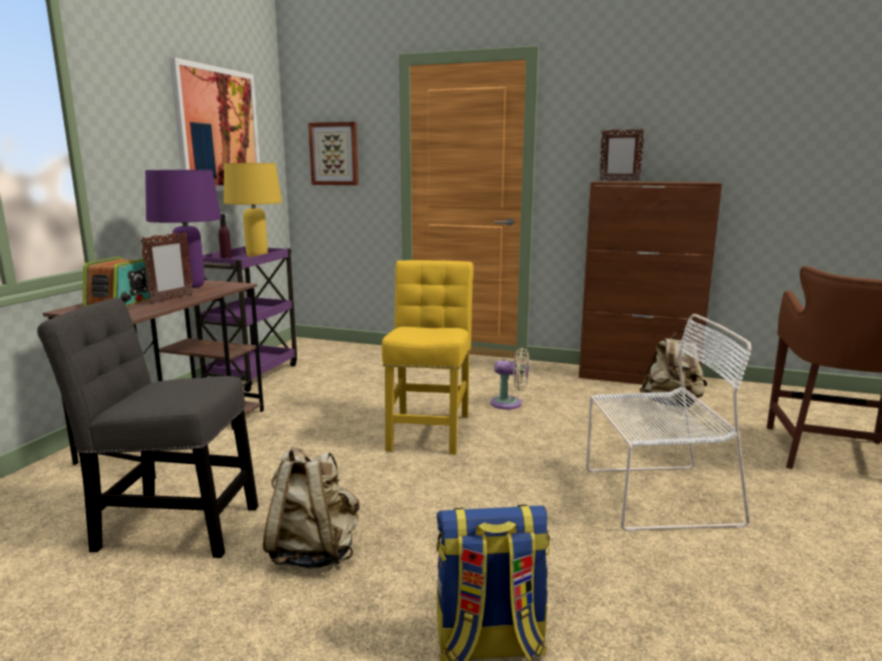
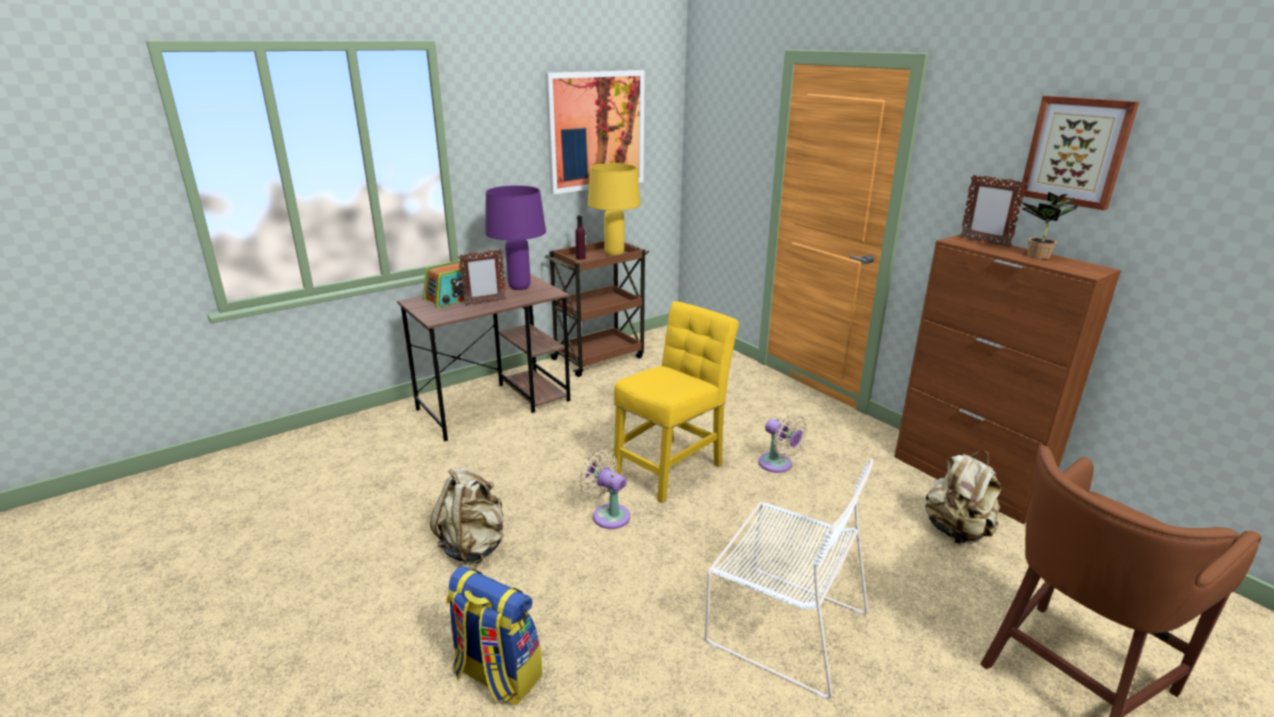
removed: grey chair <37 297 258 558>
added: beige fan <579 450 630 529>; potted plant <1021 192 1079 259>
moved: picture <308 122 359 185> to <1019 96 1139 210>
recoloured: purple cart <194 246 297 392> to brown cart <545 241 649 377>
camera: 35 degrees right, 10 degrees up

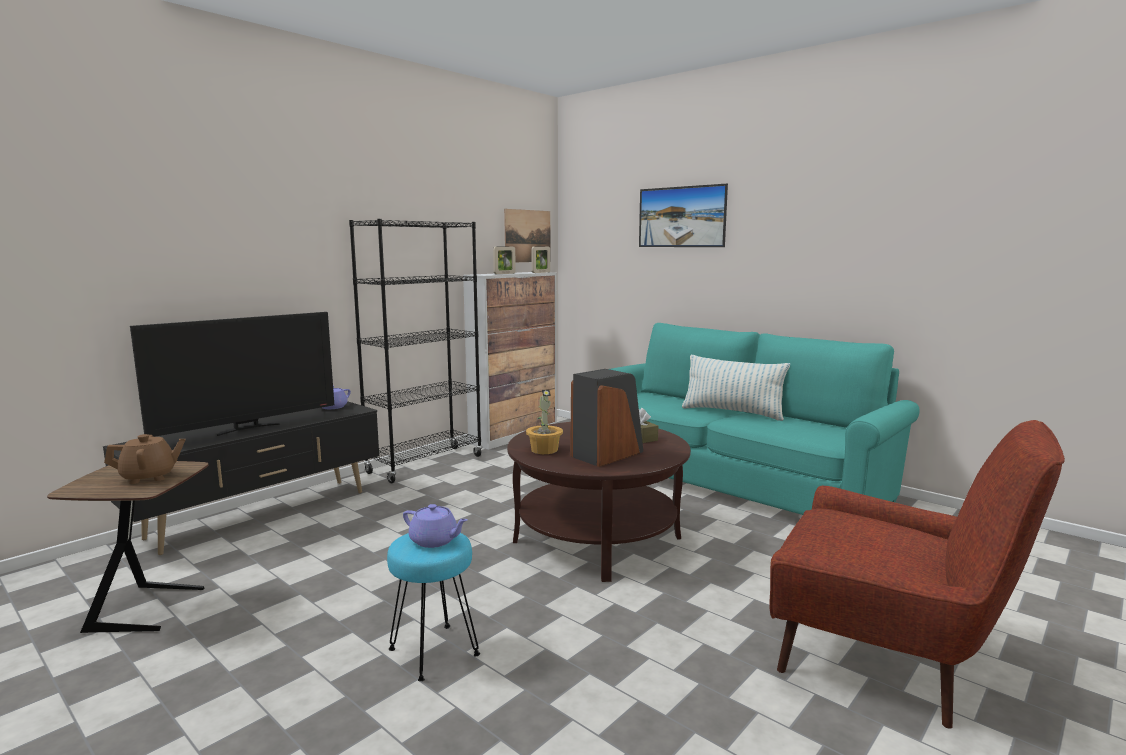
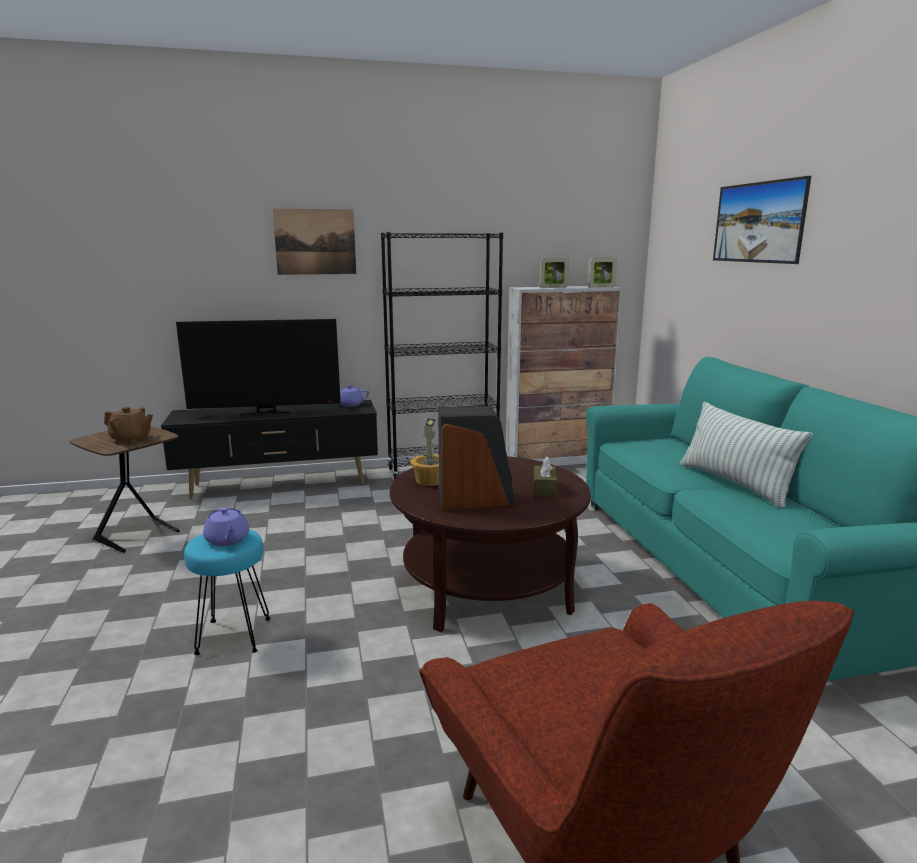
moved: picture <504 209 551 262> to <273 209 356 275>
camera: 35 degrees right, 5 degrees up

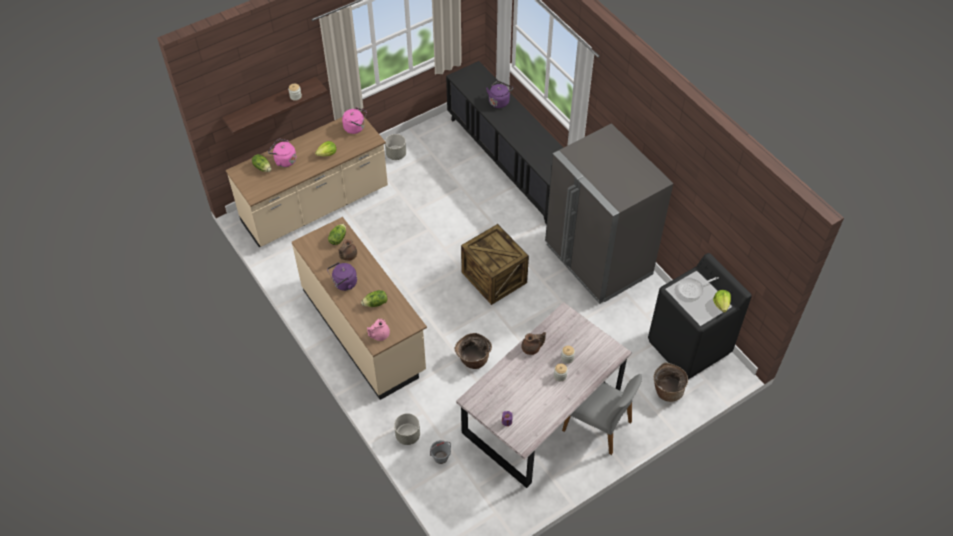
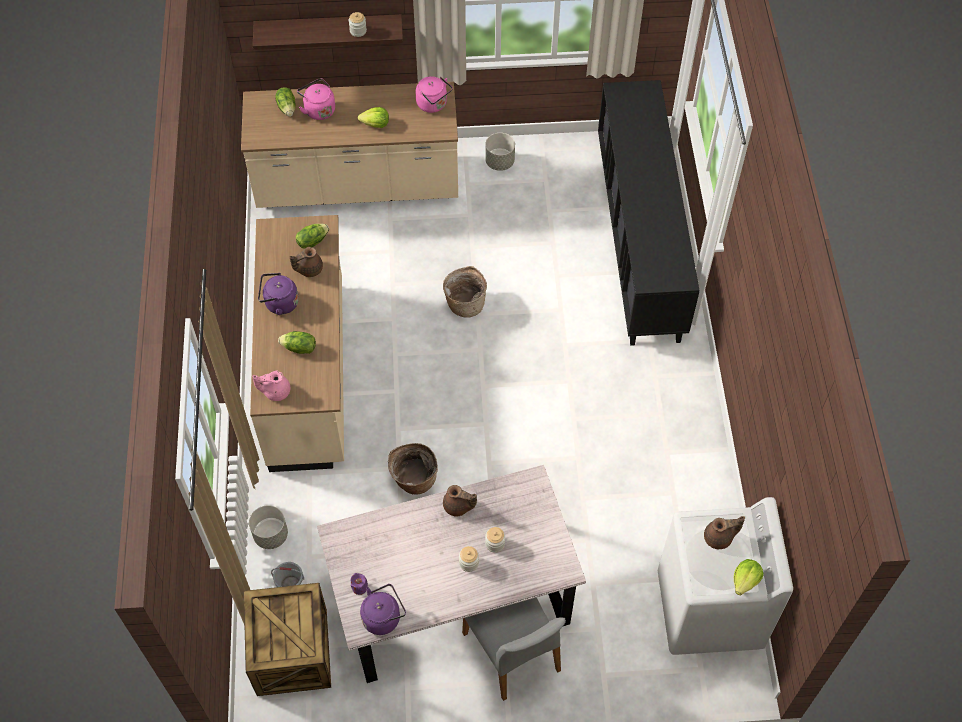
removed: grey fridge <545 123 673 304>
moved: crate <461 224 529 305> to <244 583 331 696>; purple kettle <486 80 513 108> to <360 584 406 635>; basket <654 362 688 402> to <443 266 487 318>
replaced: frying pan <677 277 719 299> to brown teapot <704 516 745 549>
recoloured: black washing machine <648 253 752 380> to white washing machine <658 497 793 655>
camera: 30 degrees right, 5 degrees up

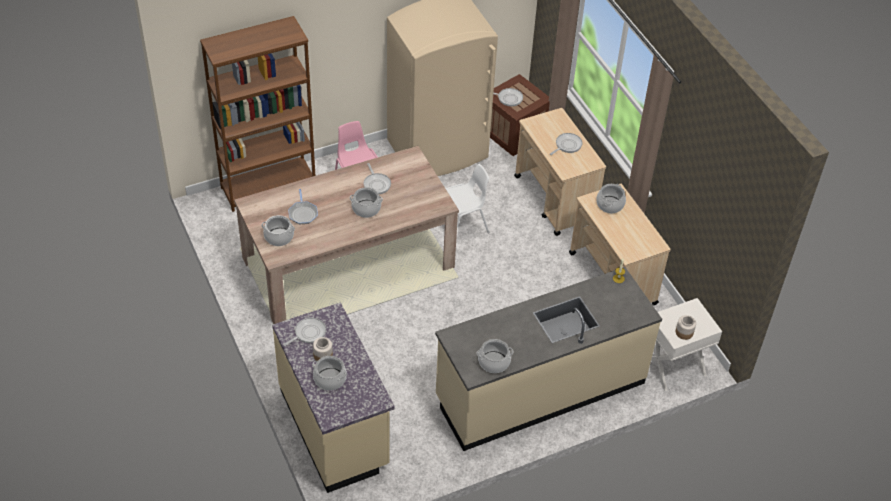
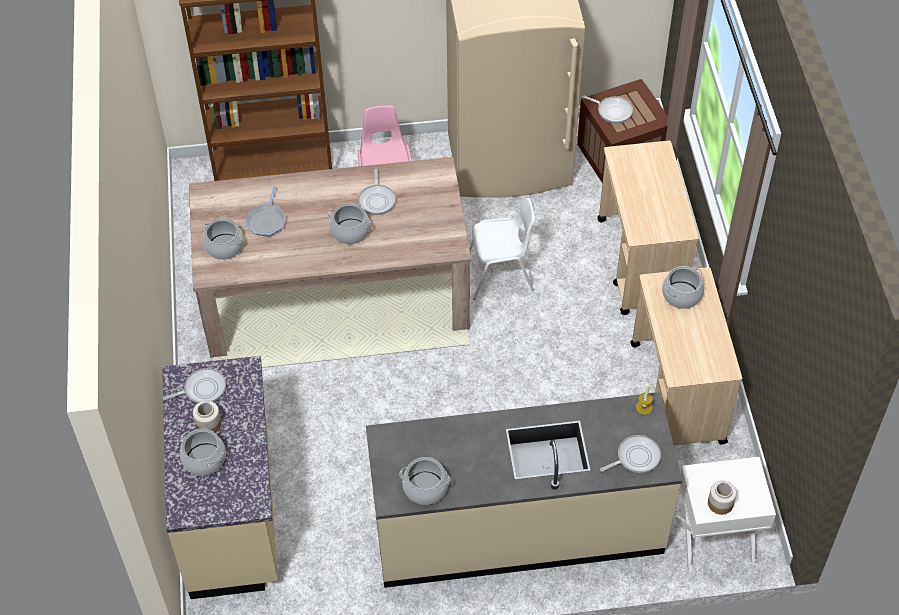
moved: frying pan <550 133 582 155> to <600 435 661 473>
camera: 20 degrees right, 5 degrees up

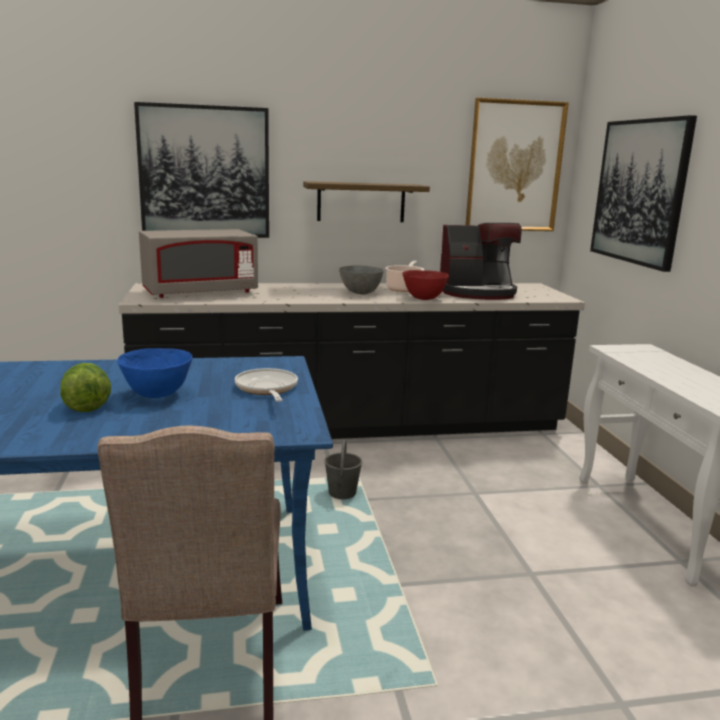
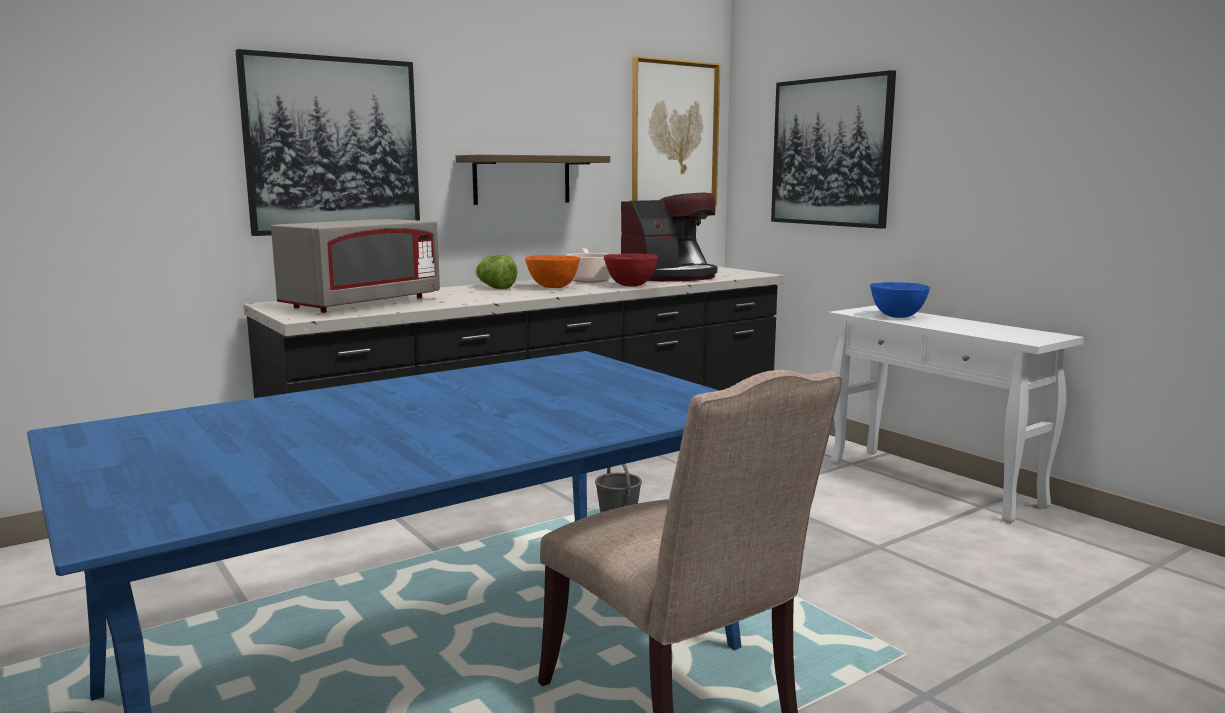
removed: frying pan <235 368 298 402>
moved: lettuce <60 363 111 412> to <475 255 517 289>; blue bowl <117 348 192 398> to <870 282 930 318>
recoloured: grey bowl <339 265 384 294> to orange bowl <525 255 580 288>
camera: 25 degrees left, 5 degrees down

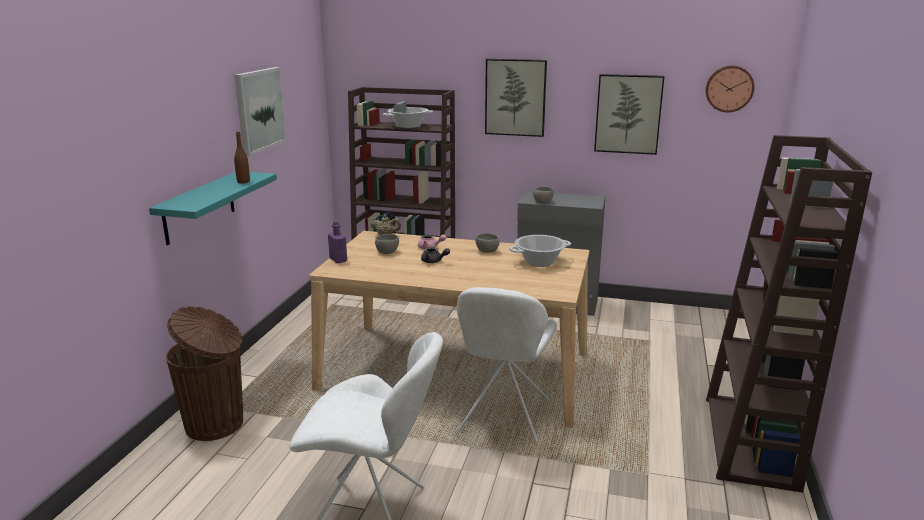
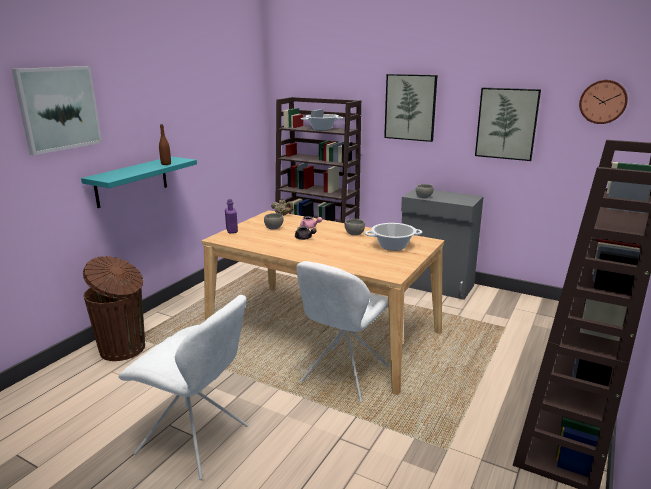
moved: picture <234 67 287 156> to <12 66 102 155>
camera: 15 degrees right, 0 degrees up

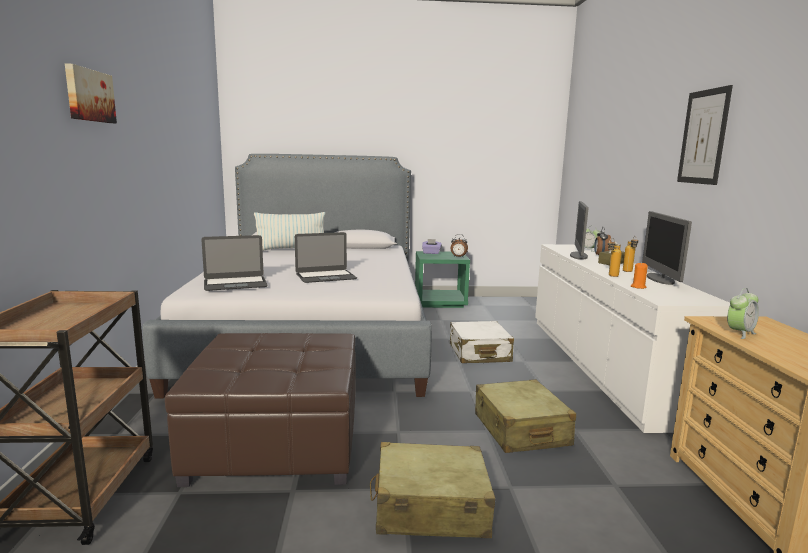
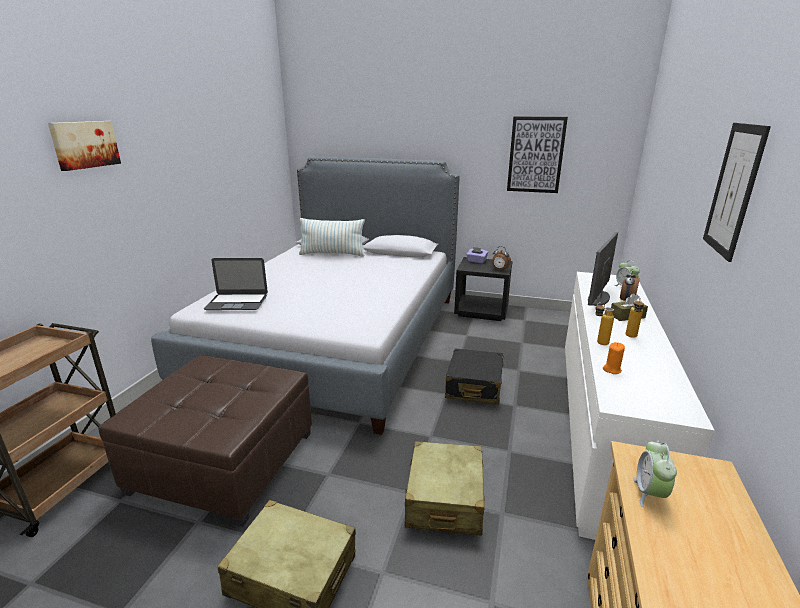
removed: laptop <295 232 357 283>; monitor <642 211 692 285>
added: picture <507 116 568 193>
recoloured: green nightstand <415 251 470 308> to black nightstand <454 257 513 321>; white suitcase <450 321 514 363> to black suitcase <445 348 504 405>
turned: alarm clock <727 288 759 339> = <633 440 677 507> 120 degrees clockwise
camera: 20 degrees right, 10 degrees up

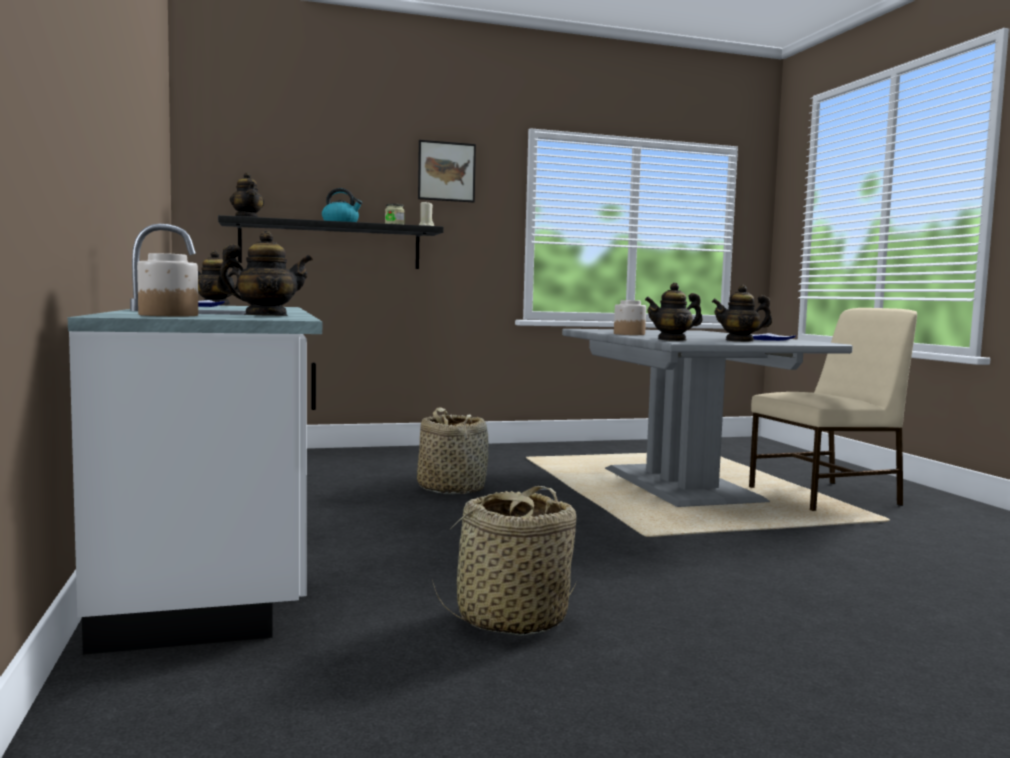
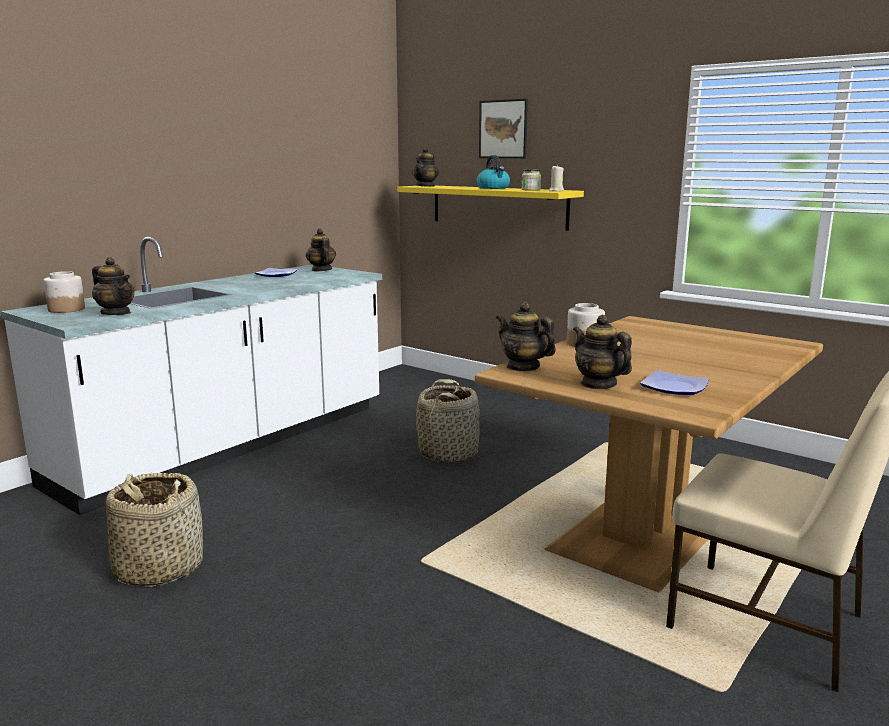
moved: picture <418 140 476 202> to <479 99 528 158>
recoloured: black shelf <218 215 444 269> to yellow shelf <397 186 584 231>; grey dining table <562 329 853 507> to brown dining table <475 316 823 592>
camera: 55 degrees right, 10 degrees up

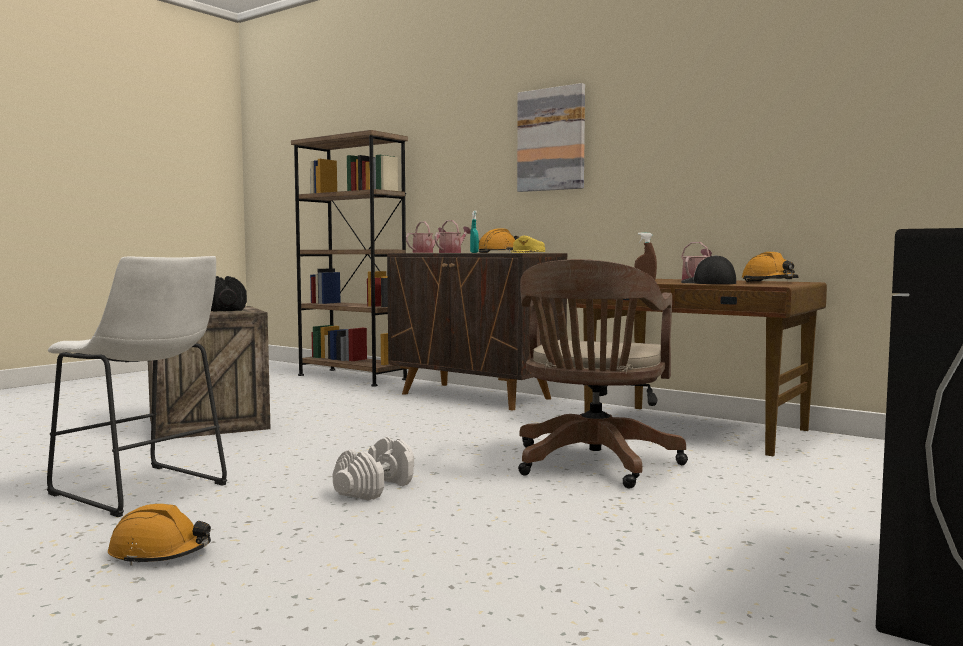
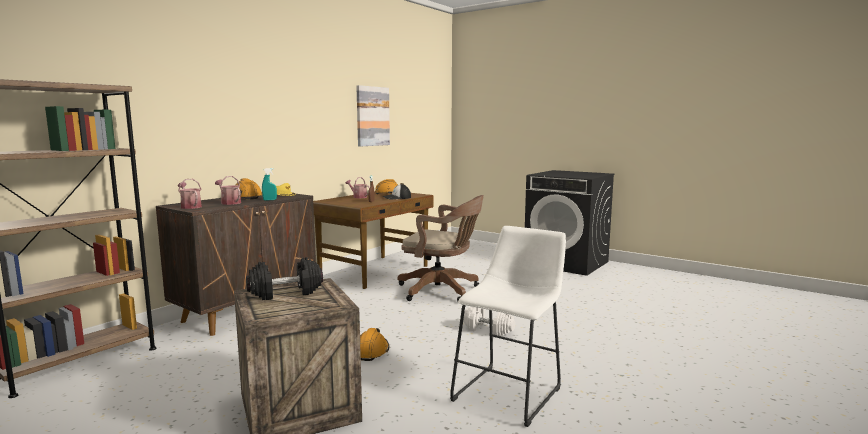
moved: orange hard hat <108 504 211 565> to <360 328 389 361>; picture <517 83 585 192> to <356 85 390 147>
camera: 90 degrees left, 5 degrees up

